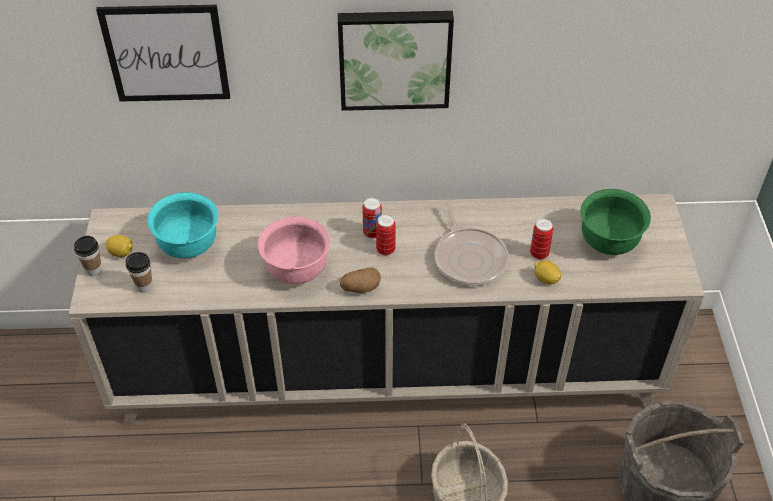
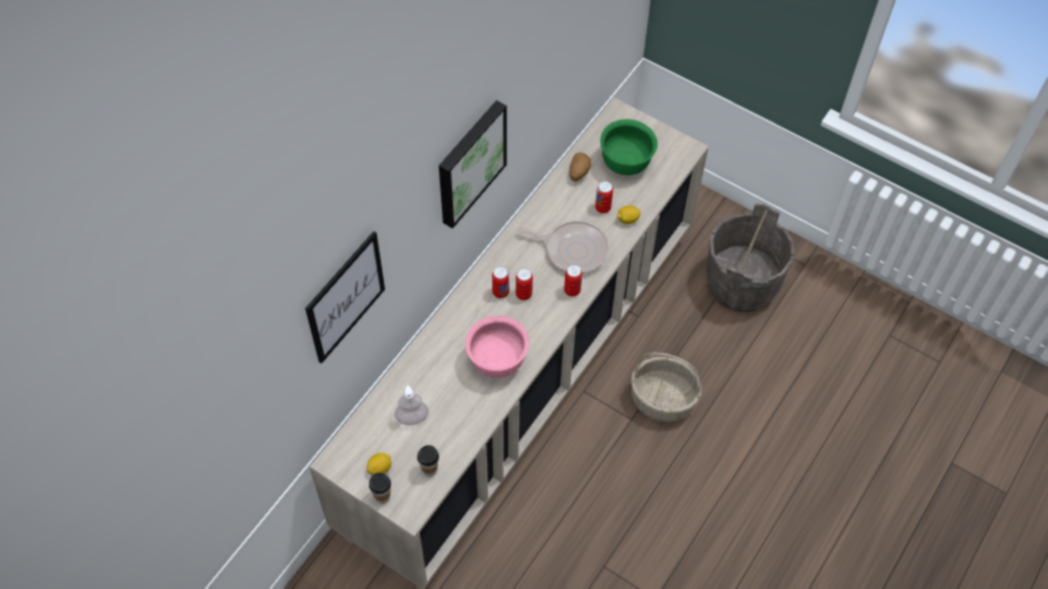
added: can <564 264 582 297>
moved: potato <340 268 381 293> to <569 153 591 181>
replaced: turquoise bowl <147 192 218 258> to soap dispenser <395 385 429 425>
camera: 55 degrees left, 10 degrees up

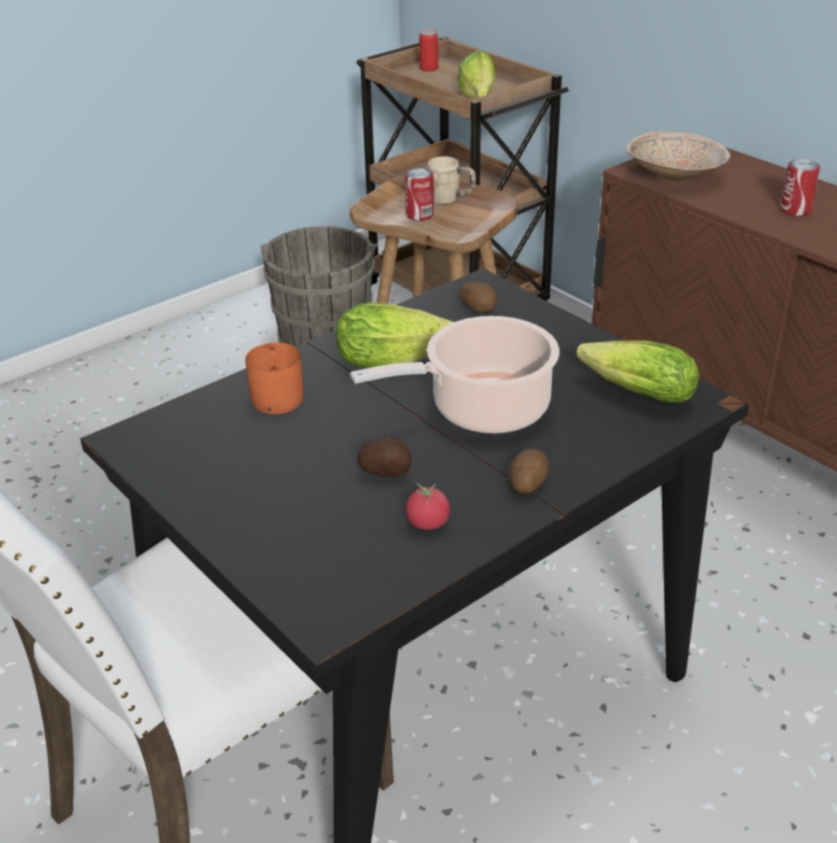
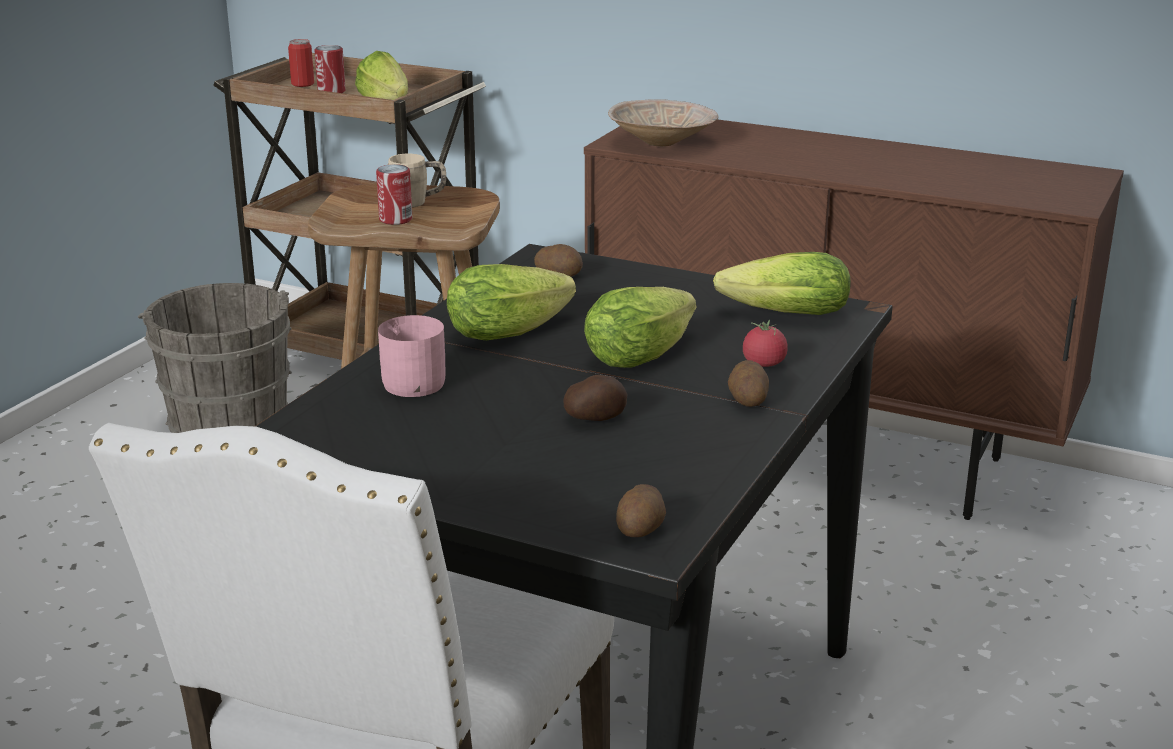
added: potato <616 484 666 537>
moved: tomato <405 483 450 530> to <743 320 788 367>; can <780 159 820 216> to <314 45 346 93>
replaced: cooking pot <350 316 559 434> to lettuce <584 287 697 368>
recoloured: orange mug <245 343 303 414> to pink mug <378 315 446 397>
camera: 25 degrees left, 10 degrees down

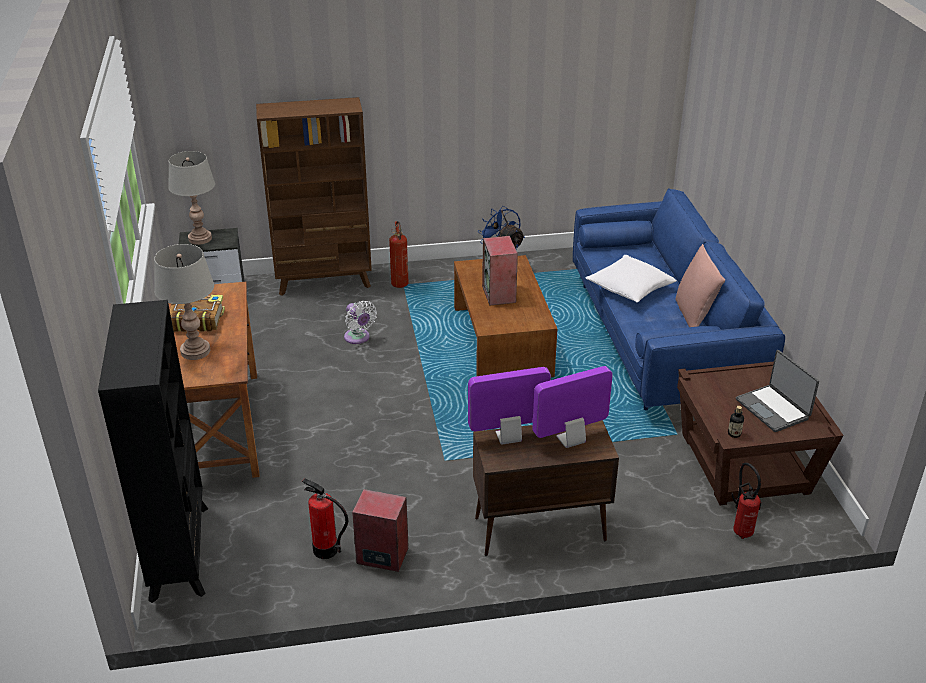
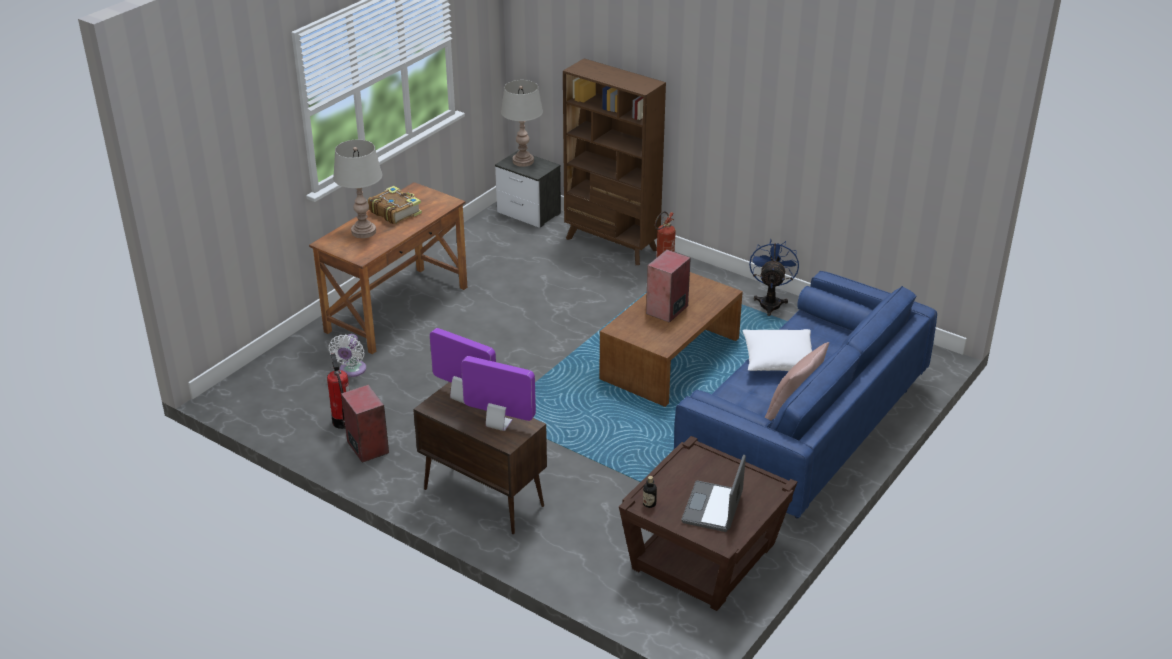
removed: black bookcase <98 300 208 603>; fire extinguisher <731 462 762 539>
moved: white fan <344 301 377 344> to <328 334 366 377>
camera: 45 degrees right, 0 degrees up

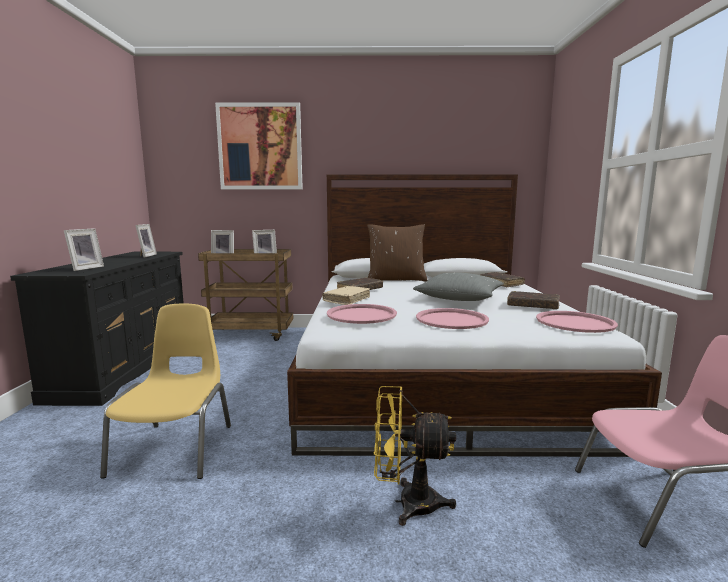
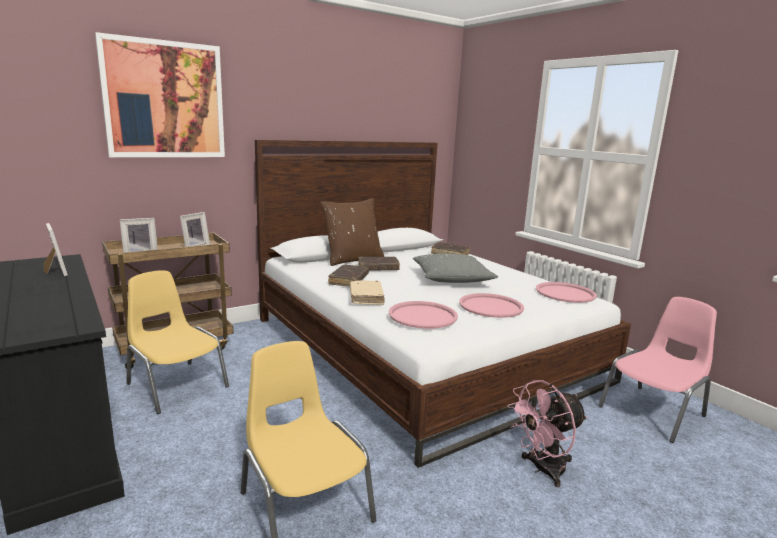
removed: picture frame <64 228 104 271>
added: yellow chair <126 270 229 414>
moved: brown book <507 291 560 309> to <358 257 400 271>
recoloured: yellow fan <374 386 456 526> to pink fan <507 380 587 487>
camera: 35 degrees left, 5 degrees up

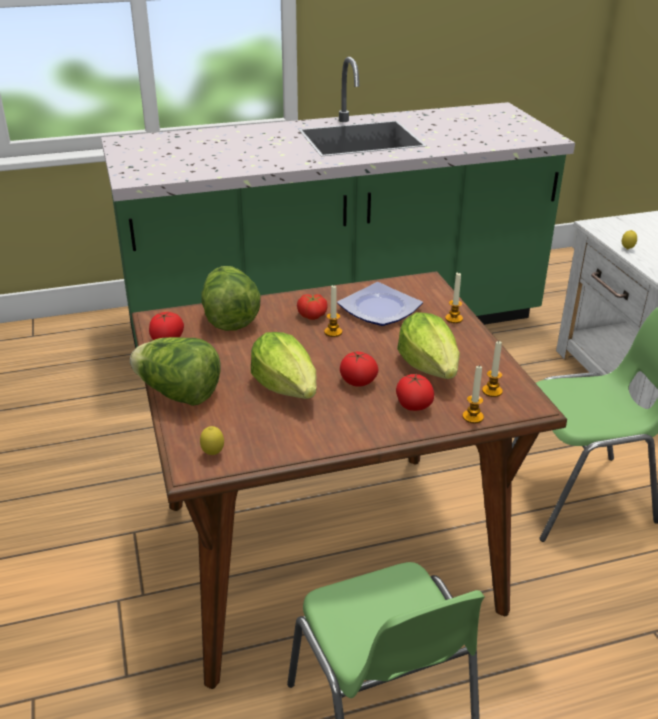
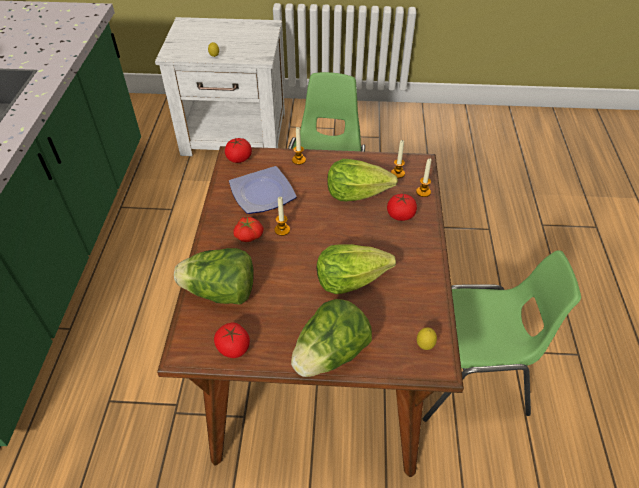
moved: tomato <340 351 378 387> to <225 138 252 163>
camera: 70 degrees left, 15 degrees up

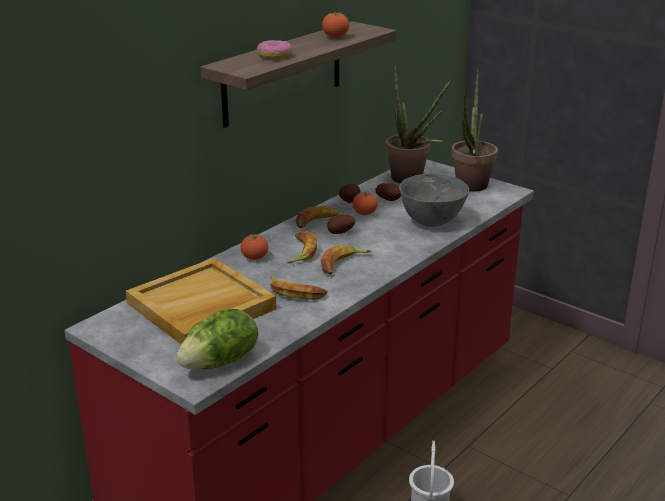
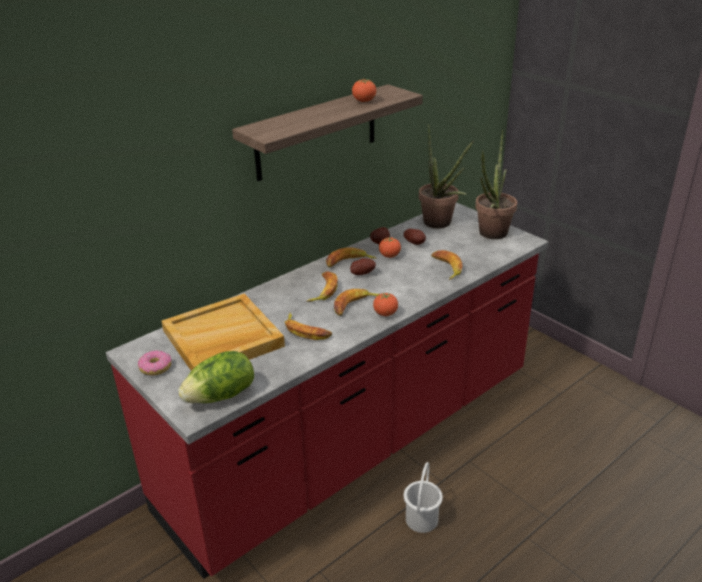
moved: tomato <241 234 268 260> to <373 293 398 316>; donut <257 40 292 59> to <138 350 172 376>
replaced: grey bowl <399 173 469 226> to banana <431 250 462 280>
camera: 10 degrees right, 5 degrees up

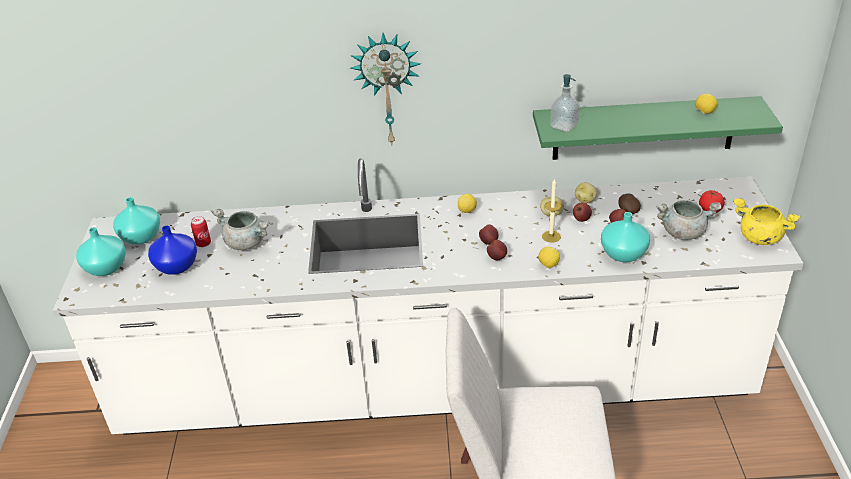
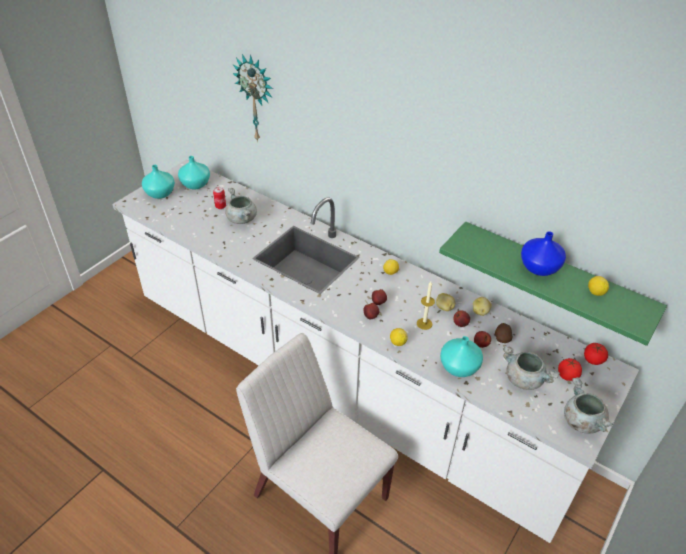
removed: soap dispenser <550 74 580 132>
added: tomato <584 343 608 365>
moved: blue vase <148 226 197 275> to <521 232 566 276>; wall clock <350 33 421 145> to <232 54 273 142>
recoloured: yellow cooking pot <733 198 801 245> to grey cooking pot <564 377 613 434>
camera: 35 degrees right, 5 degrees up

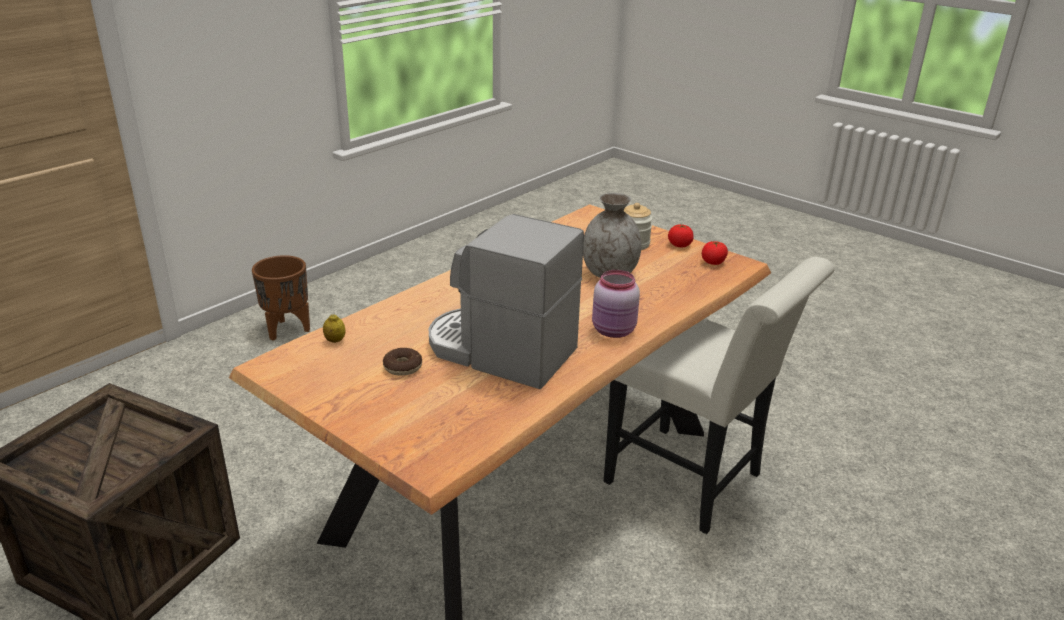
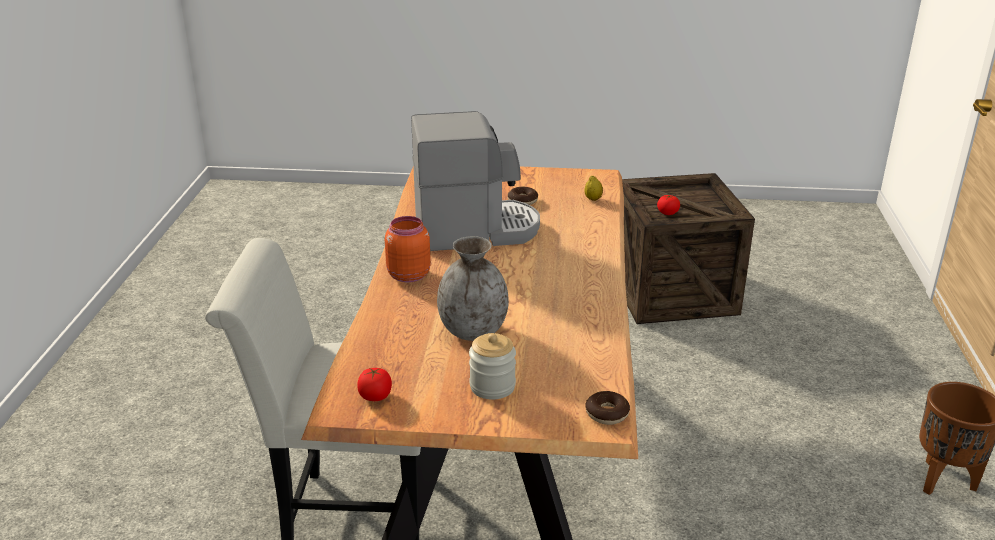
added: donut <586 391 630 425>
moved: tomato <668 224 693 247> to <657 194 680 215>
recoloured: pink jar <592 270 640 338> to orange jar <385 216 431 282>
camera: 145 degrees right, 0 degrees up

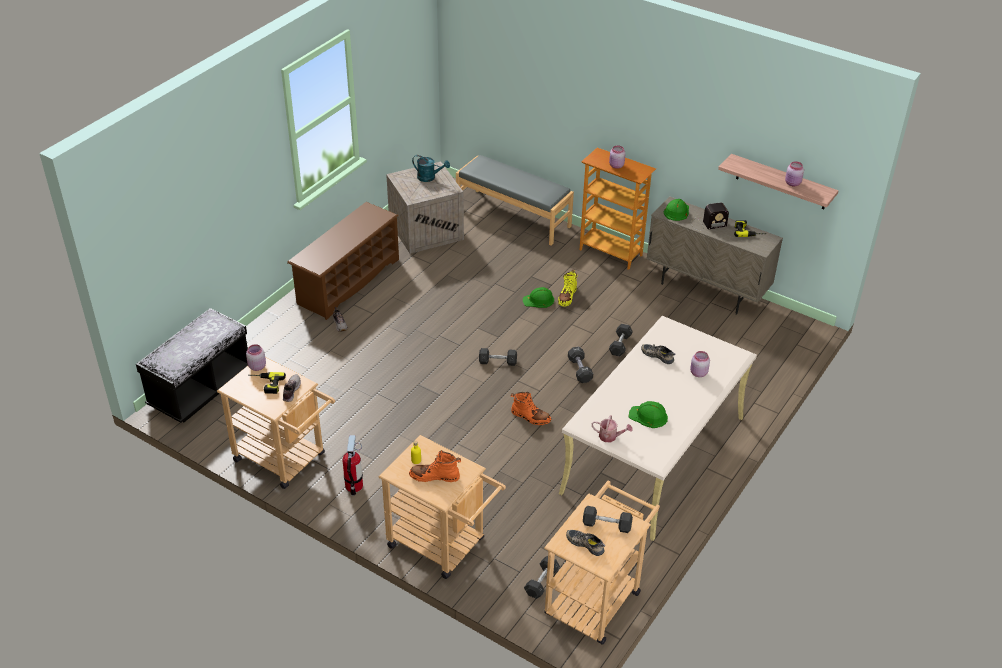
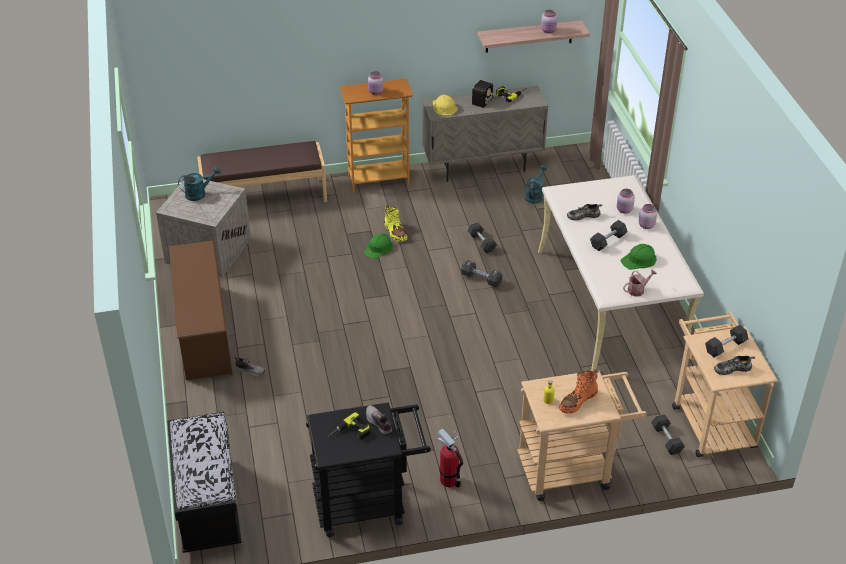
removed: orange boot <510 392 551 425>
added: turquoise watering can <525 165 547 203>
moved: pink jar <246 344 266 371> to <639 204 657 229>; grey dumbbell <479 348 517 366> to <590 220 628 251>
recoloured: beige cart <217 357 335 489> to black cart <306 402 431 537>; grey bench <456 155 574 246> to brown bench <197 141 327 202>; green hard hat <664 199 689 221> to yellow hard hat <433 94 458 116>
camera: 45 degrees left, 0 degrees up

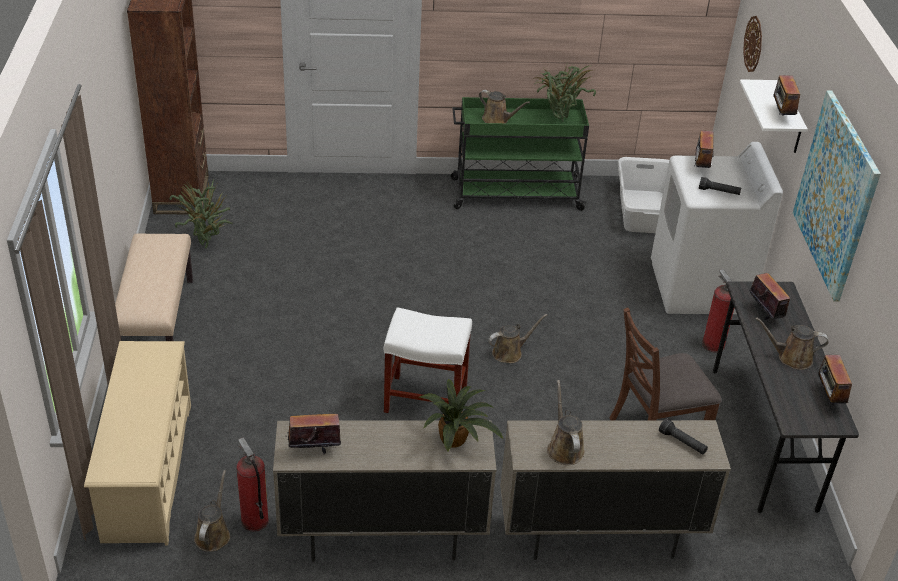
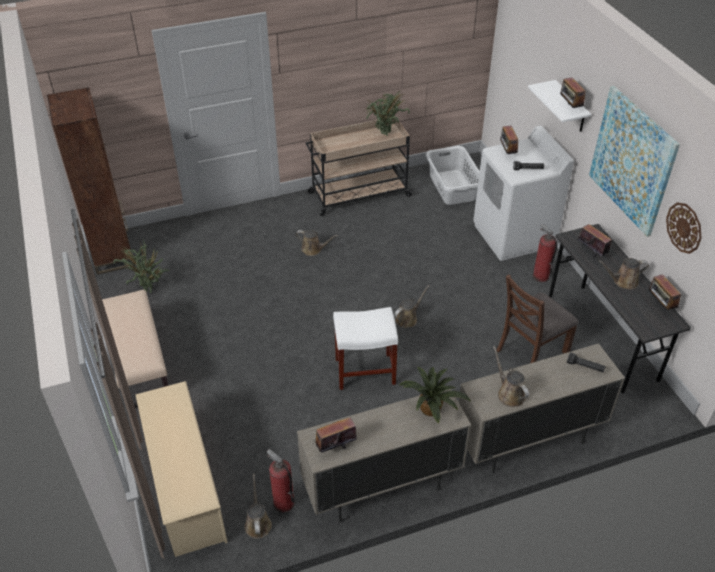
moved: brown watering can <479 90 530 123> to <296 230 338 256>; wall clock <743 16 762 72> to <666 202 702 254>
recoloured: green cart <451 97 589 211> to beige cart <305 116 413 216>
camera: 15 degrees left, 5 degrees up

